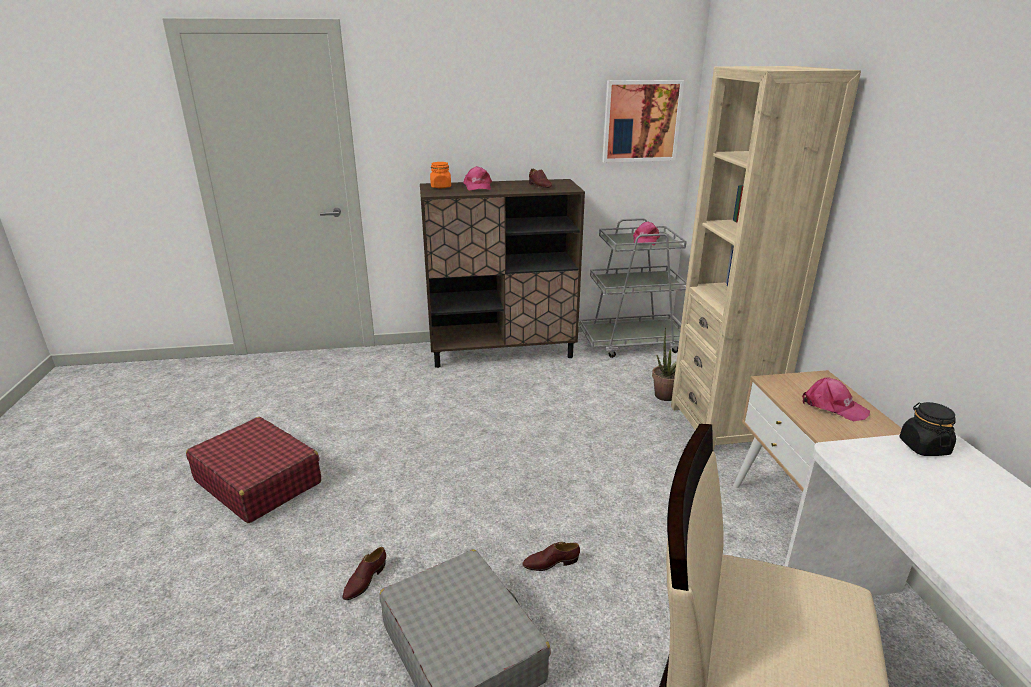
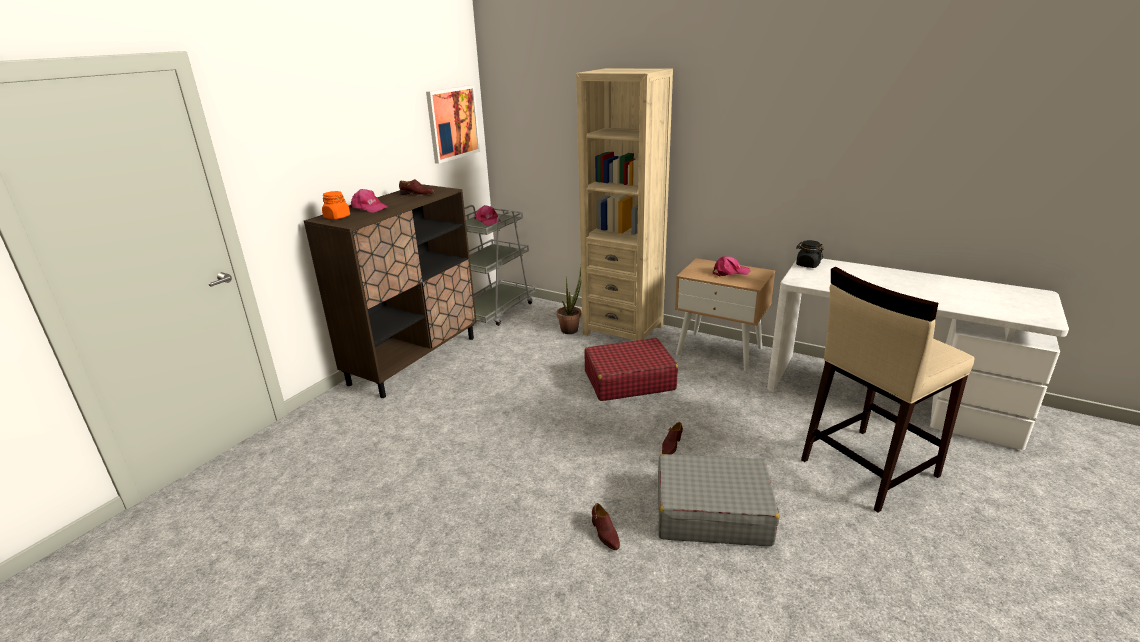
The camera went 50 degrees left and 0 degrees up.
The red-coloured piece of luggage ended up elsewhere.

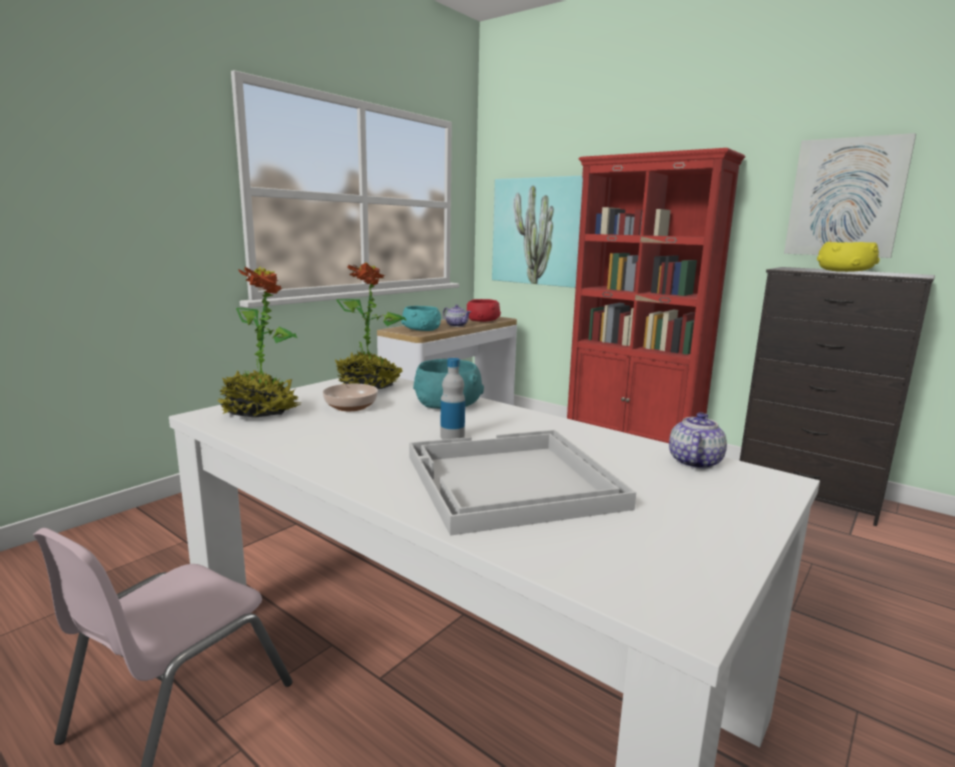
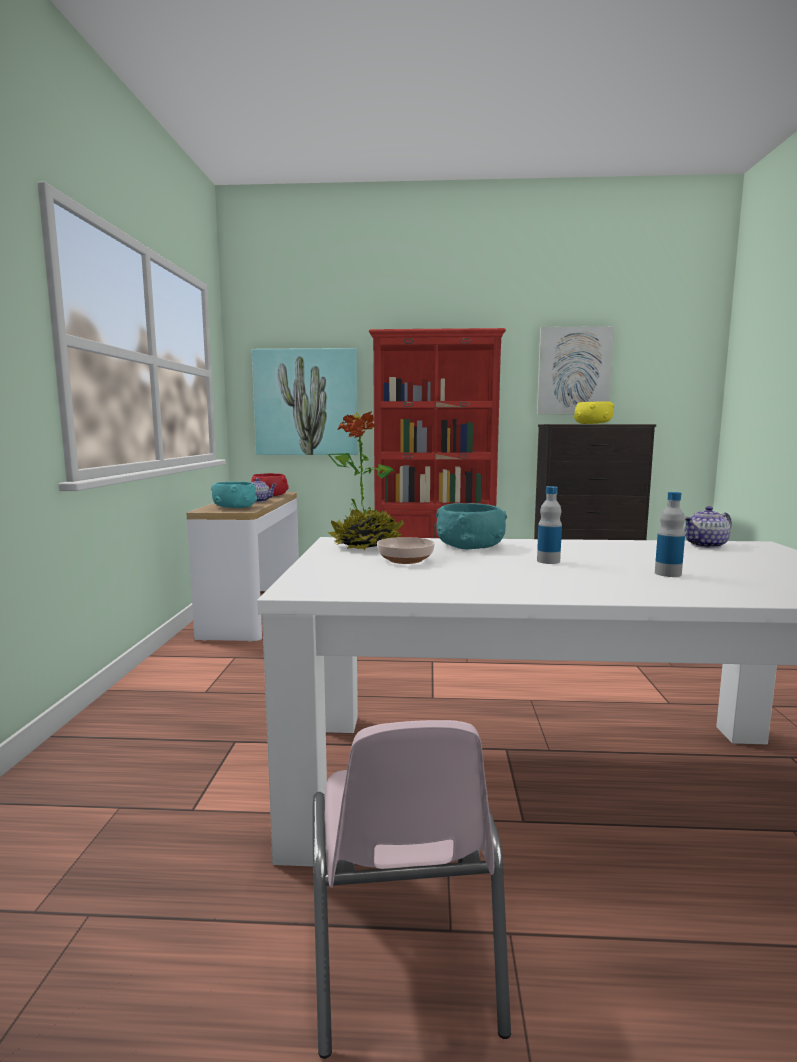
The camera went 35 degrees left and 5 degrees down.
The second view lost the potted plant (1st from left).
The tea pot (2nd from left) ended up facing another way, 105 degrees counterclockwise from before.
Where the whitish carrying tray stood, the drink bottle (2nd from left) came to stand.

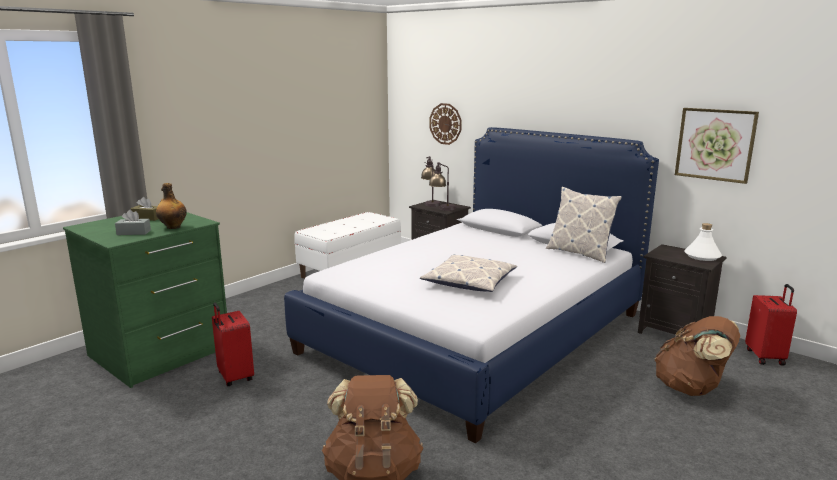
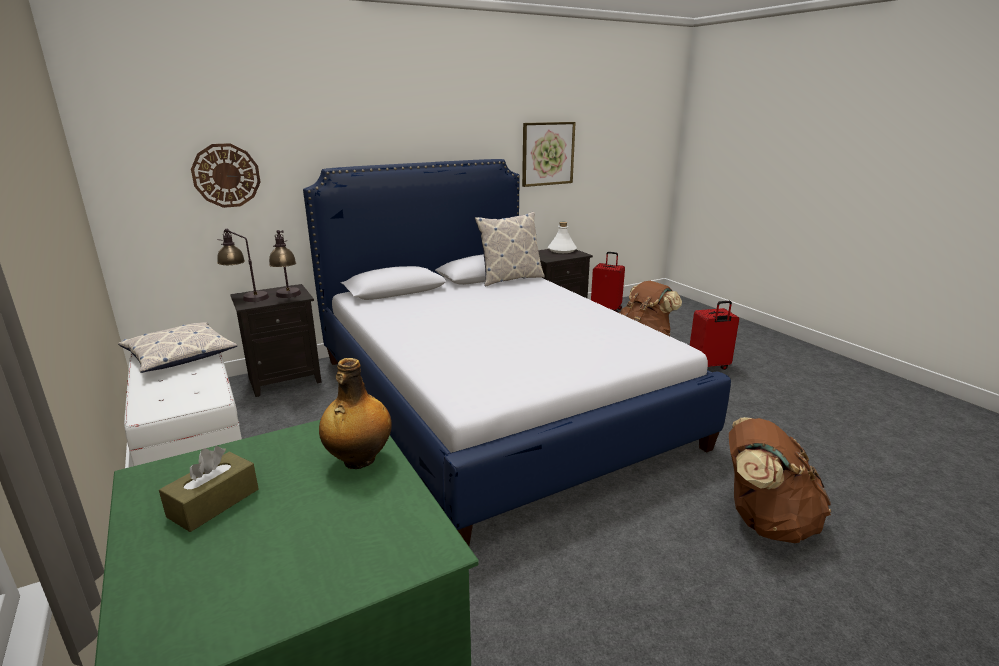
The camera went 70 degrees left and 5 degrees up.
The second view lost the greyish tissue holder.
The throw pillow (1st from left) ended up elsewhere.
The red-coloured piece of luggage (1st from left in the first image) ended up elsewhere.

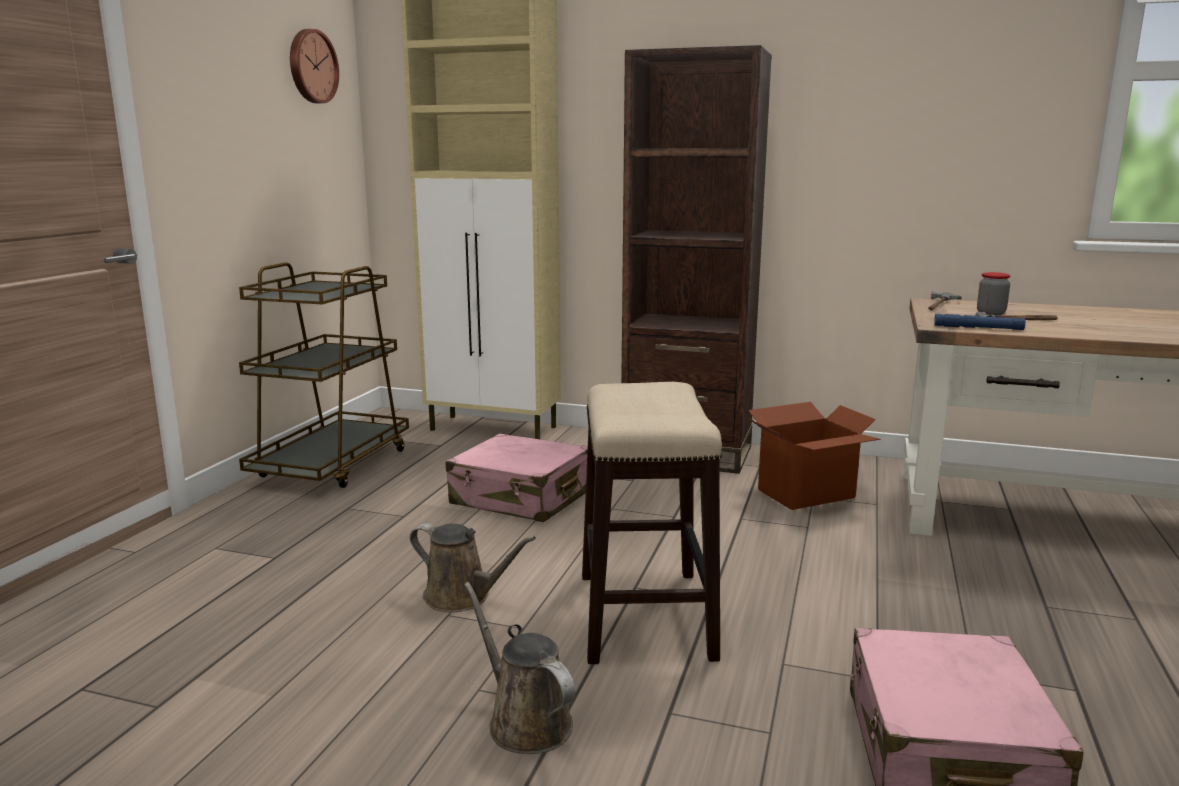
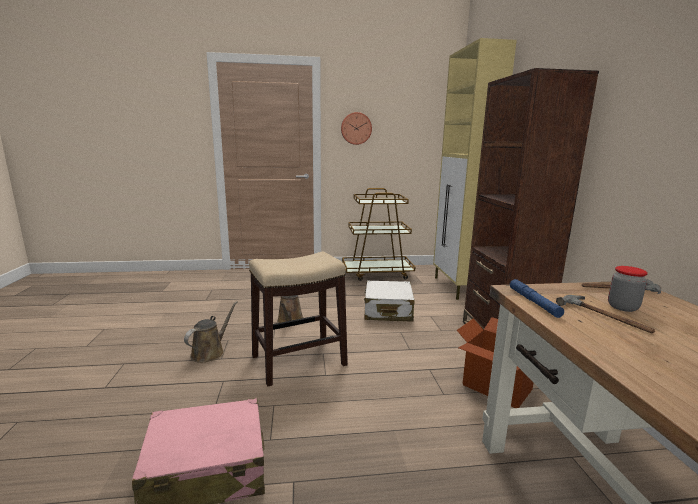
The camera went 65 degrees right and 0 degrees up.
The wall clock ended up elsewhere.
What was the pinkish piece of luggage (1st from left) turned into the whitish piece of luggage.

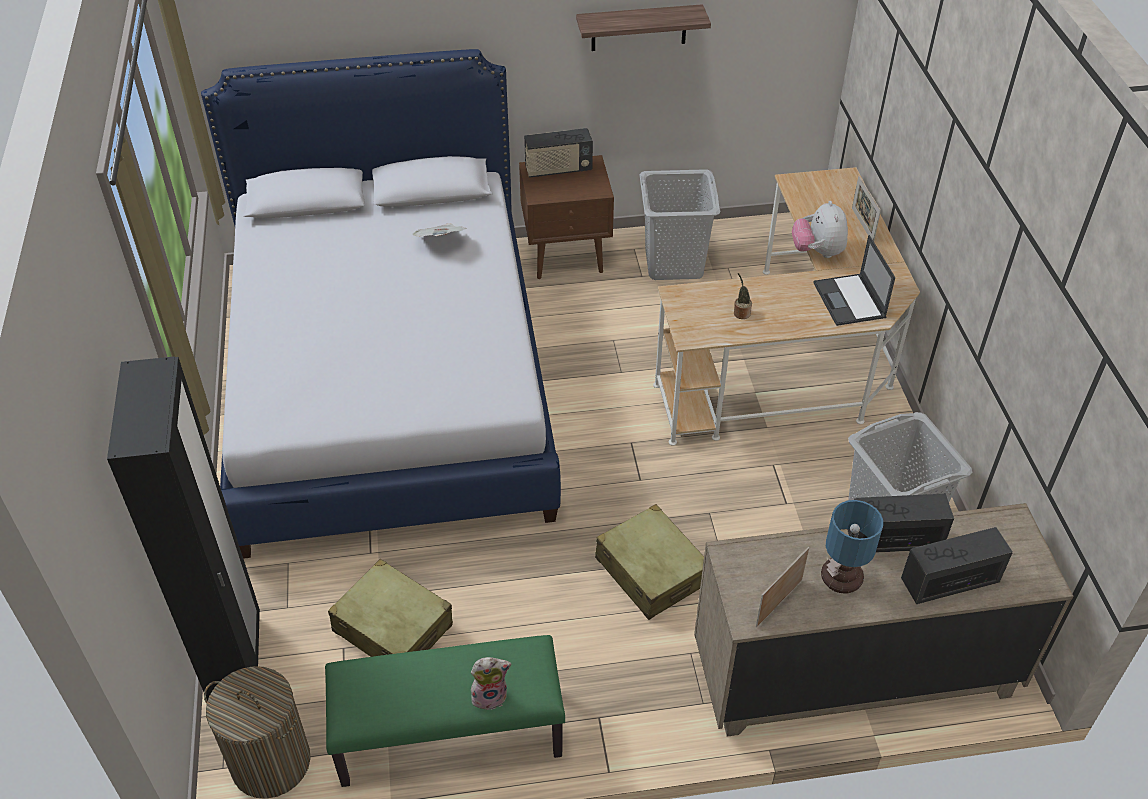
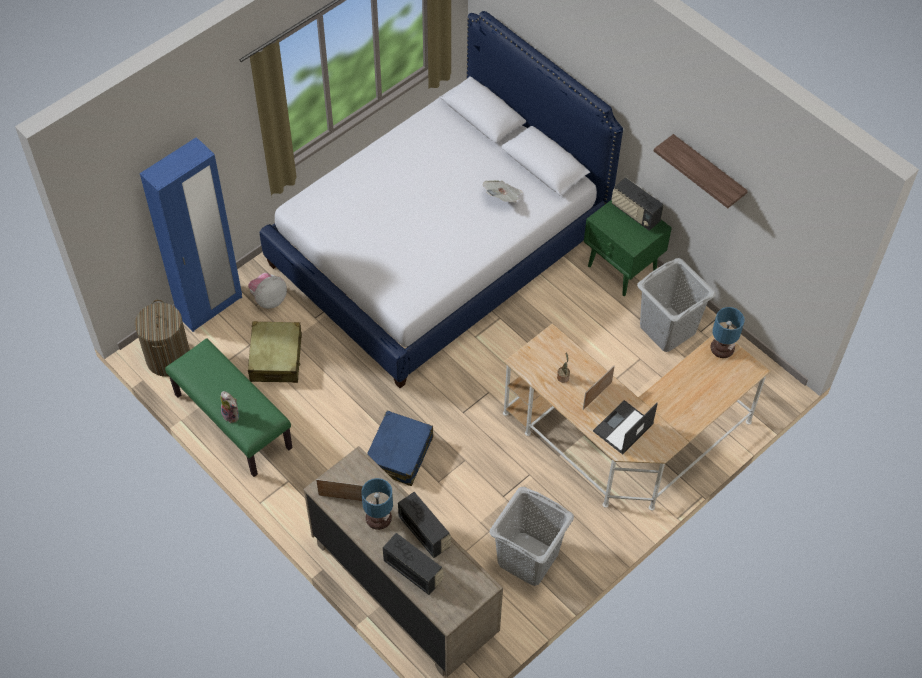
The camera went 55 degrees right and 10 degrees up.
What was the brown night table turned into the green-coloured night table.
The standing frame (2nd from left) ended up elsewhere.
The plush toy (2nd from left) ended up elsewhere.
What was the black armoire turned into the blue armoire.
What was the beige piece of luggage (2nd from left) turned into the blue piece of luggage.
The second view gained the table lamp (2nd from left).

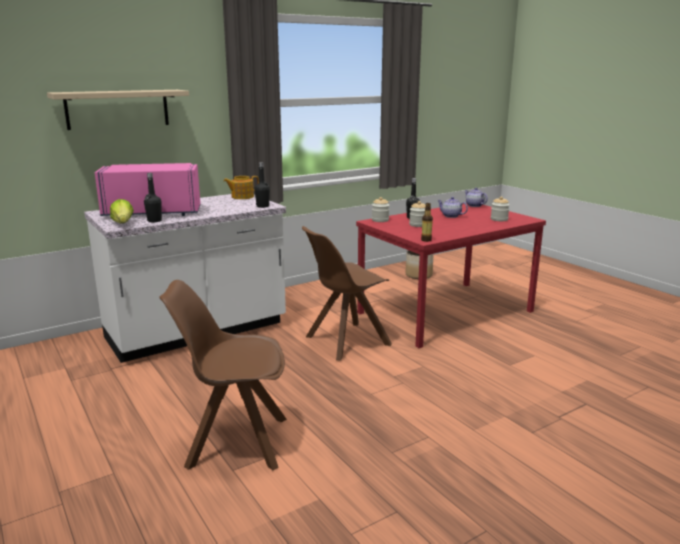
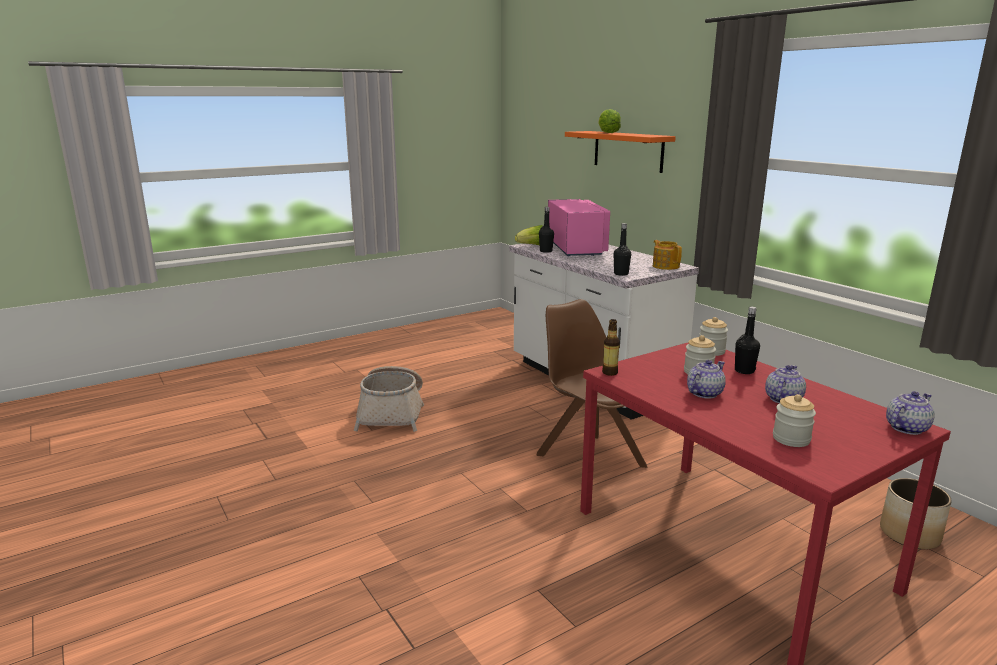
The camera went 90 degrees right and 0 degrees up.
What was the beige shelf turned into the orange-coloured shelf.
Where the brown plain chair (1st from left) stood, the household basket came to stand.
The second view gained the head of lettuce (2nd from left).
The second view gained the tea pot (2nd from left).

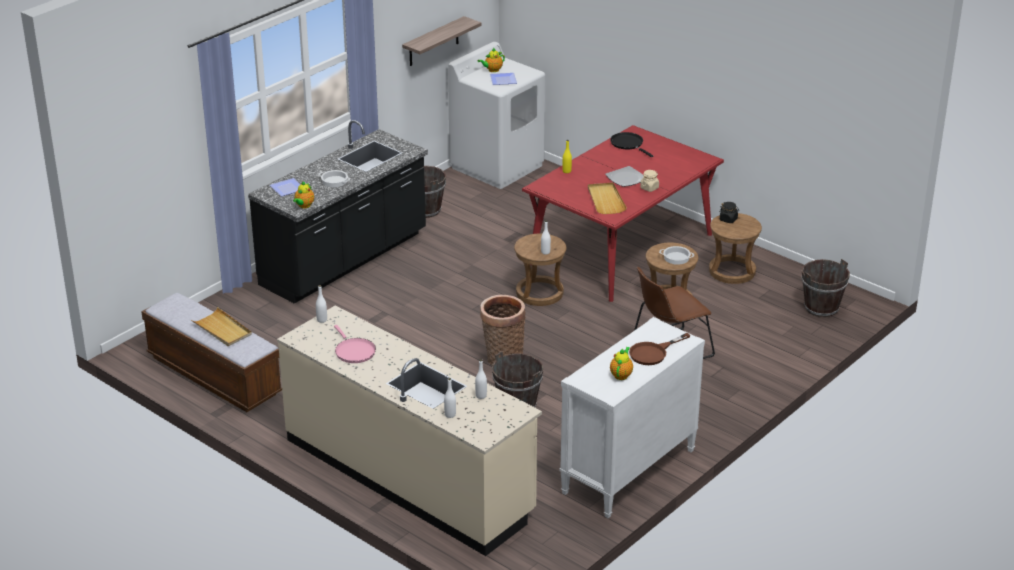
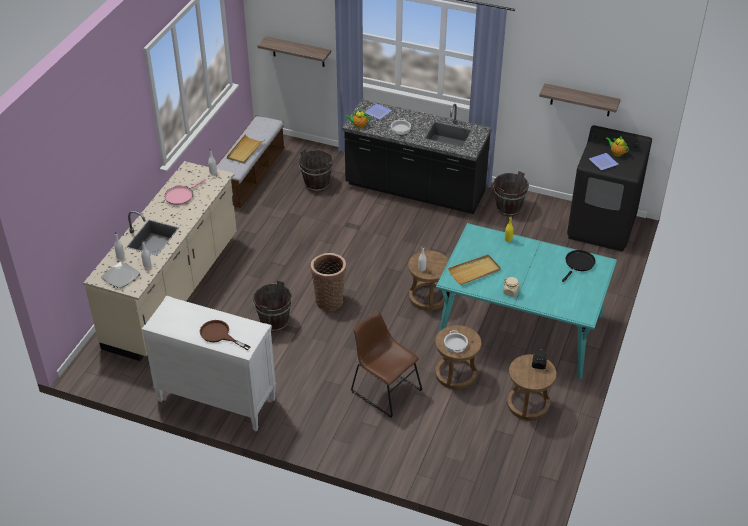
The camera went 70 degrees right and 10 degrees up.
What was the whitish laundry machine turned into the black laundry machine.
What was the red-coloured kitchen table turned into the turquoise-coloured kitchen table.
The plate (3rd from left in the first image) ended up elsewhere.
The brown pail (3rd from left in the first image) ended up elsewhere.
The second view lost the tea pot (3rd from left).
The second view gained the shelf (1st from left).

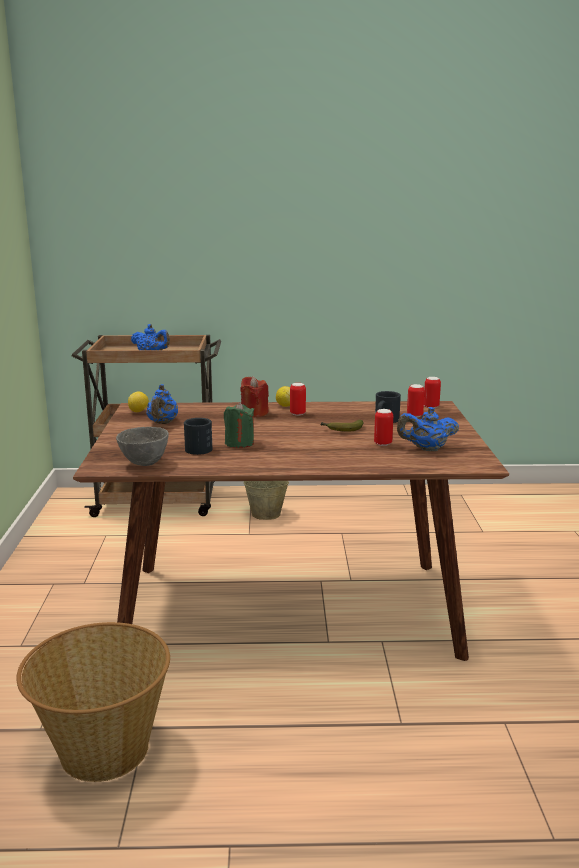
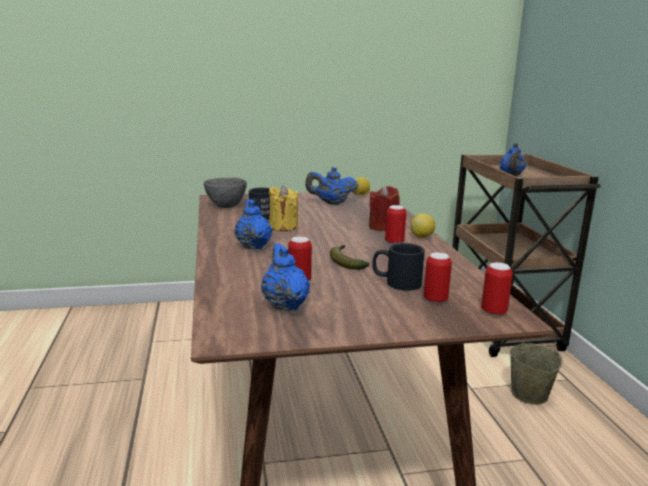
The camera went 80 degrees right and 0 degrees up.
What was the green-coloured candle turned into the yellowish candle.
The second view lost the household basket.
The second view gained the blue tea pot (1st from left).

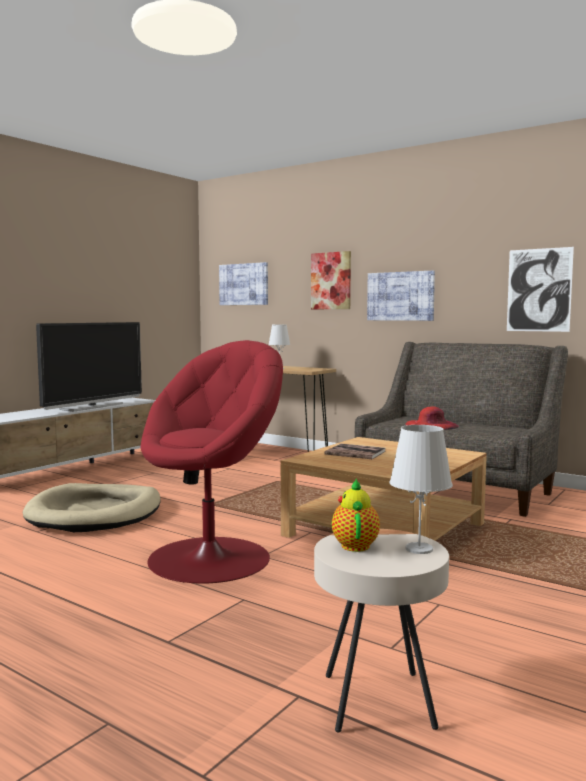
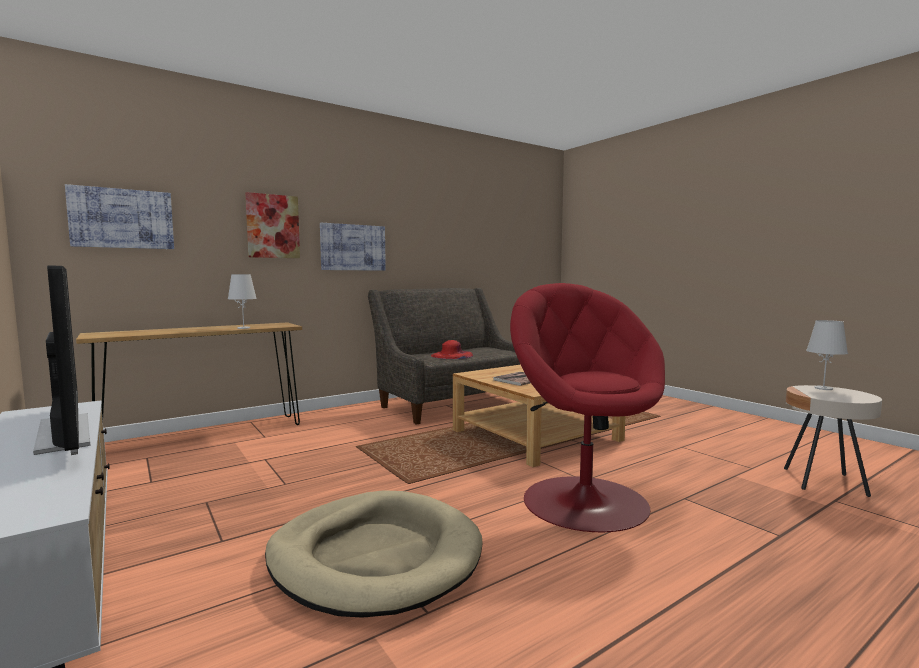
The camera went 70 degrees left and 0 degrees up.
The second view lost the picture (4th from left).
The second view lost the tea pot.

